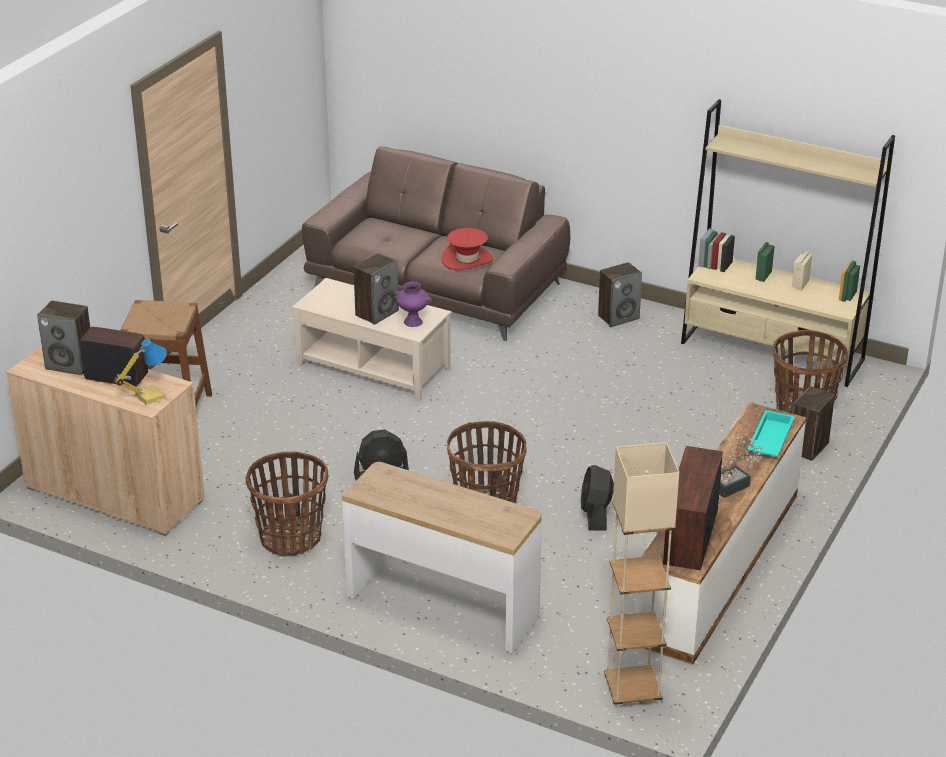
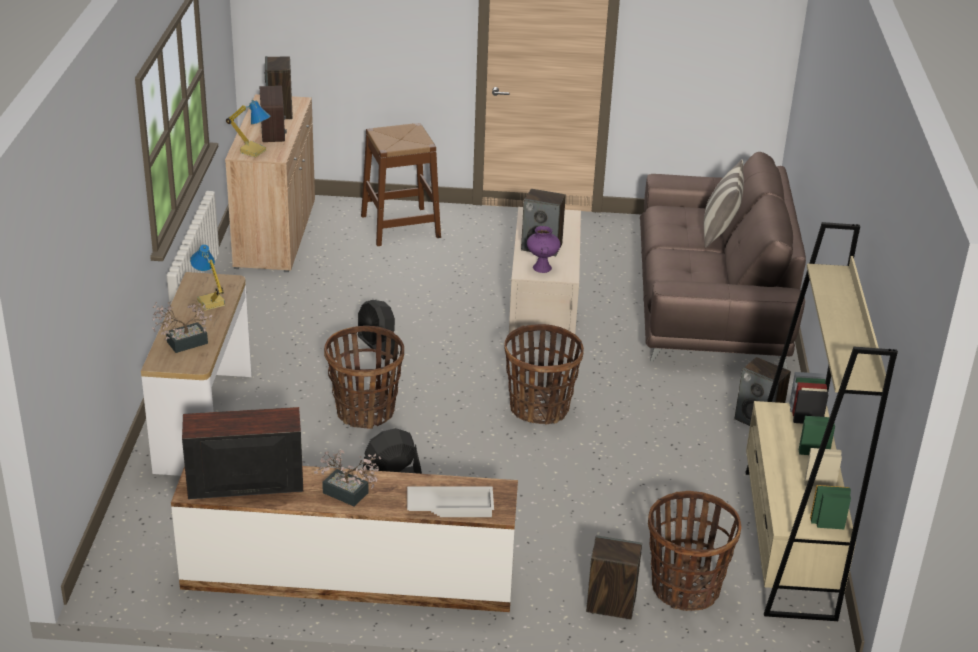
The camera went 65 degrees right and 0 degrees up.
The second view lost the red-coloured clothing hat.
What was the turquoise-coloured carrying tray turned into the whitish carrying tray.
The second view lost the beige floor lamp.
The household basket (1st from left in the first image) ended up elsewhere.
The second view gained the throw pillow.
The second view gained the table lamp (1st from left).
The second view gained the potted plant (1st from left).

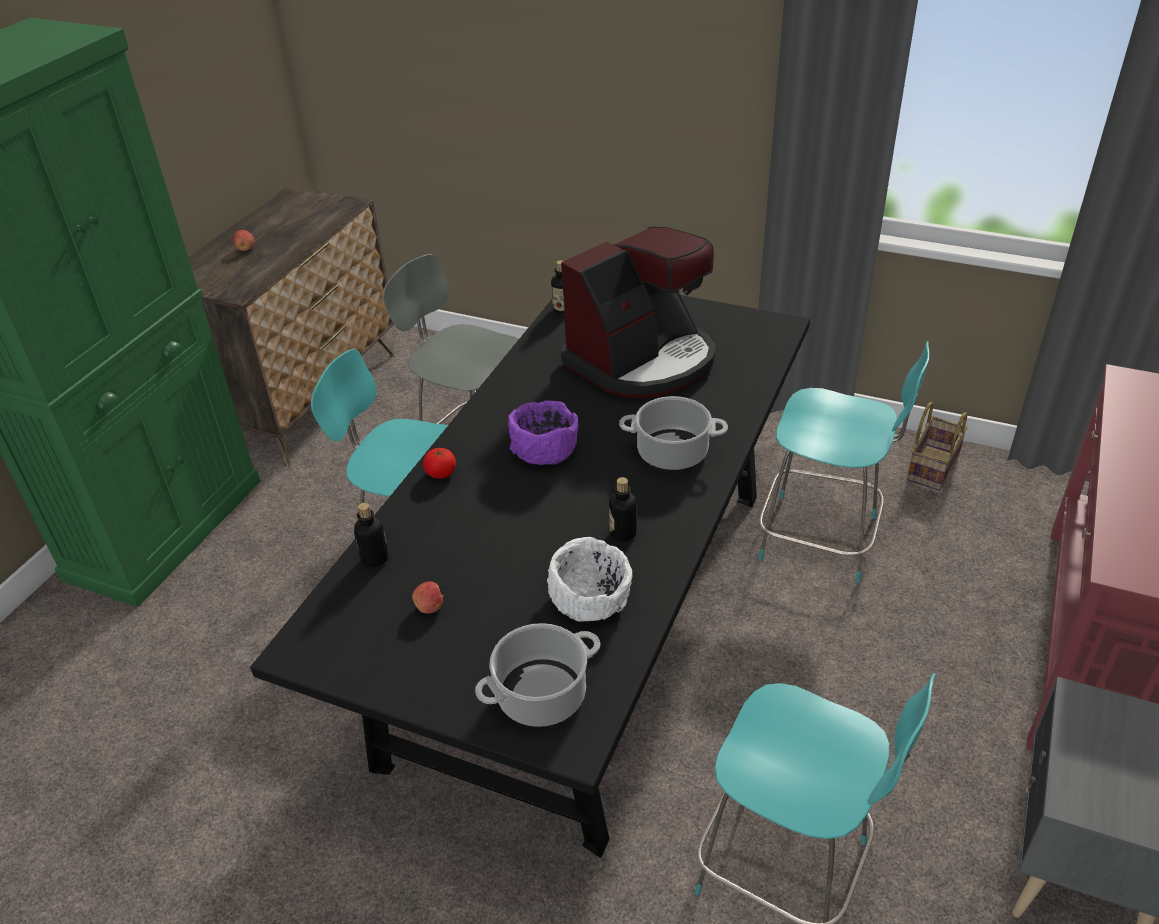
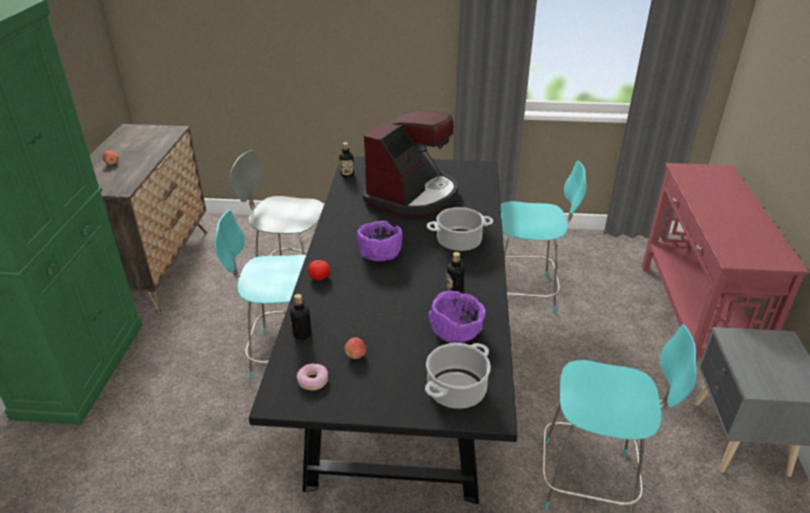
The camera went 20 degrees left and 5 degrees down.
The second view lost the household basket.
What was the whitish deep dish turned into the purple deep dish (2nd from left).
The second view gained the doughnut.

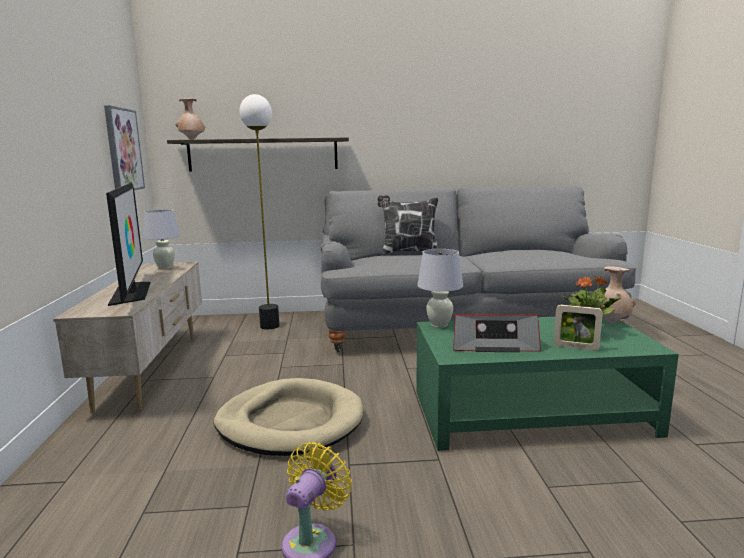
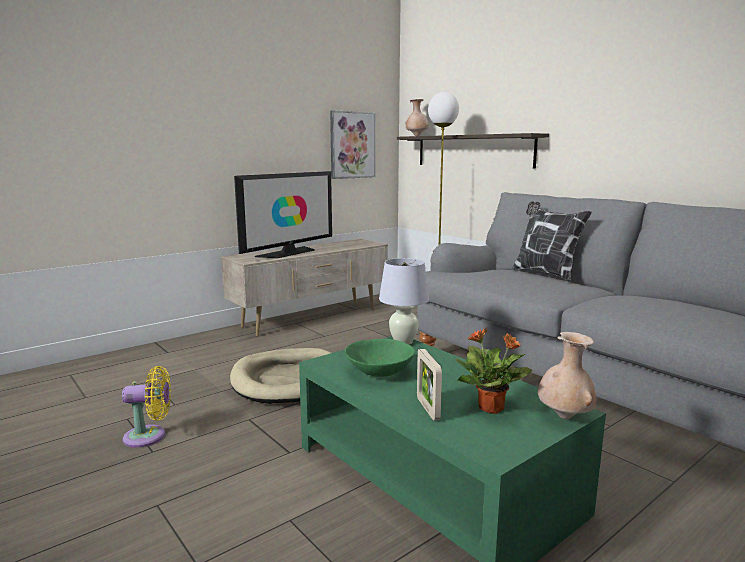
The camera went 55 degrees right and 0 degrees up.
The second view lost the whitish table lamp (1st from left).
Where the radio set stood, the green-coloured deep dish came to stand.

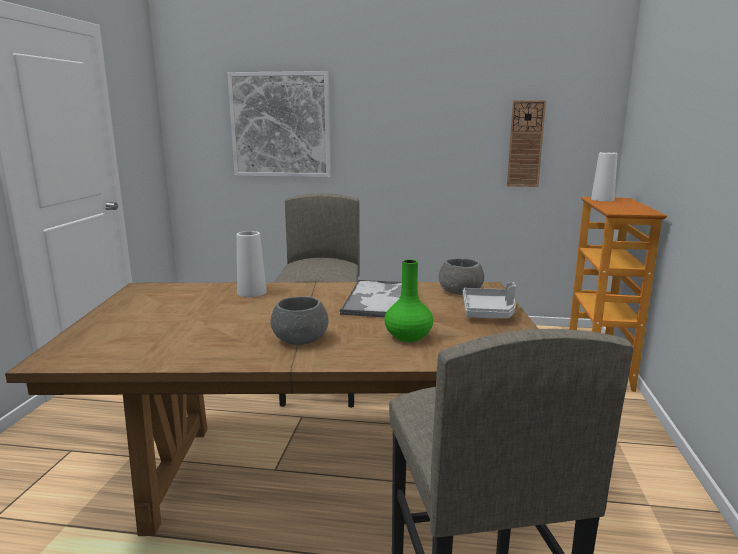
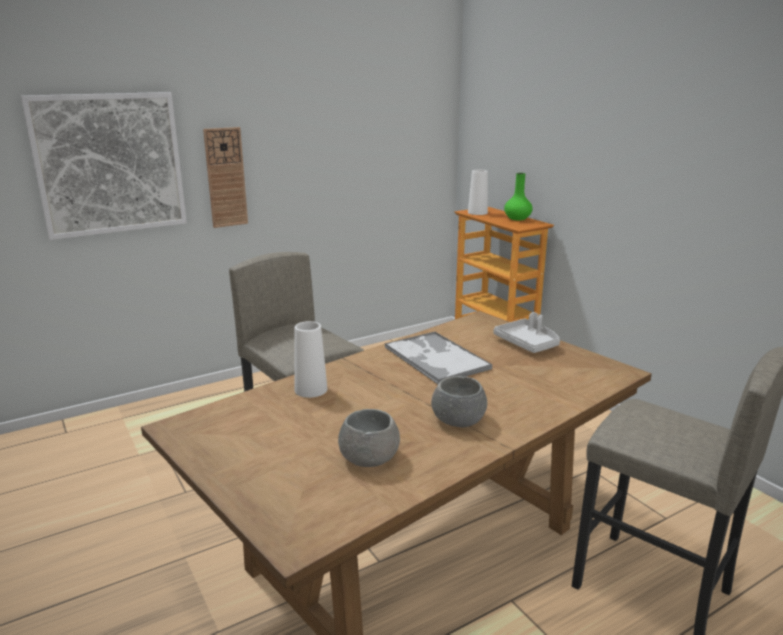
The camera went 40 degrees left and 5 degrees up.
The wall clock ended up elsewhere.
The greyish deep dish (2nd from left in the first image) ended up elsewhere.
The green-coloured vase ended up elsewhere.

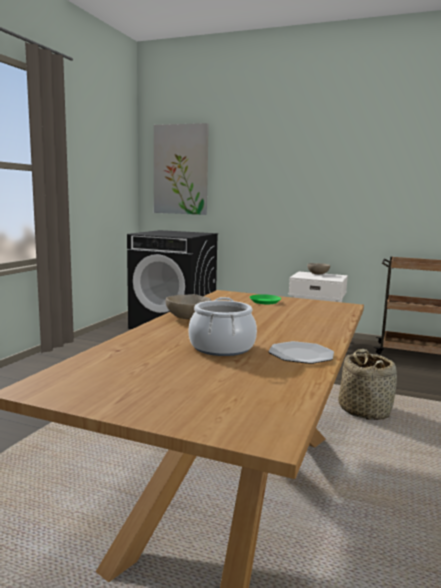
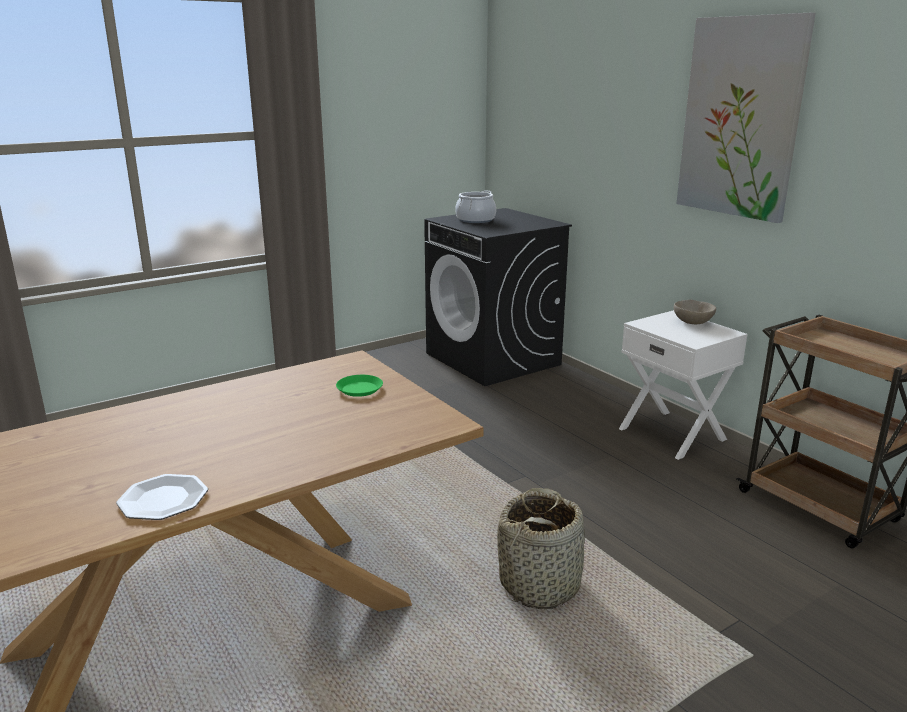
The camera went 35 degrees right and 10 degrees up.
The picture ended up elsewhere.
The second view lost the beige deep dish (1st from left).
The stockpot ended up elsewhere.

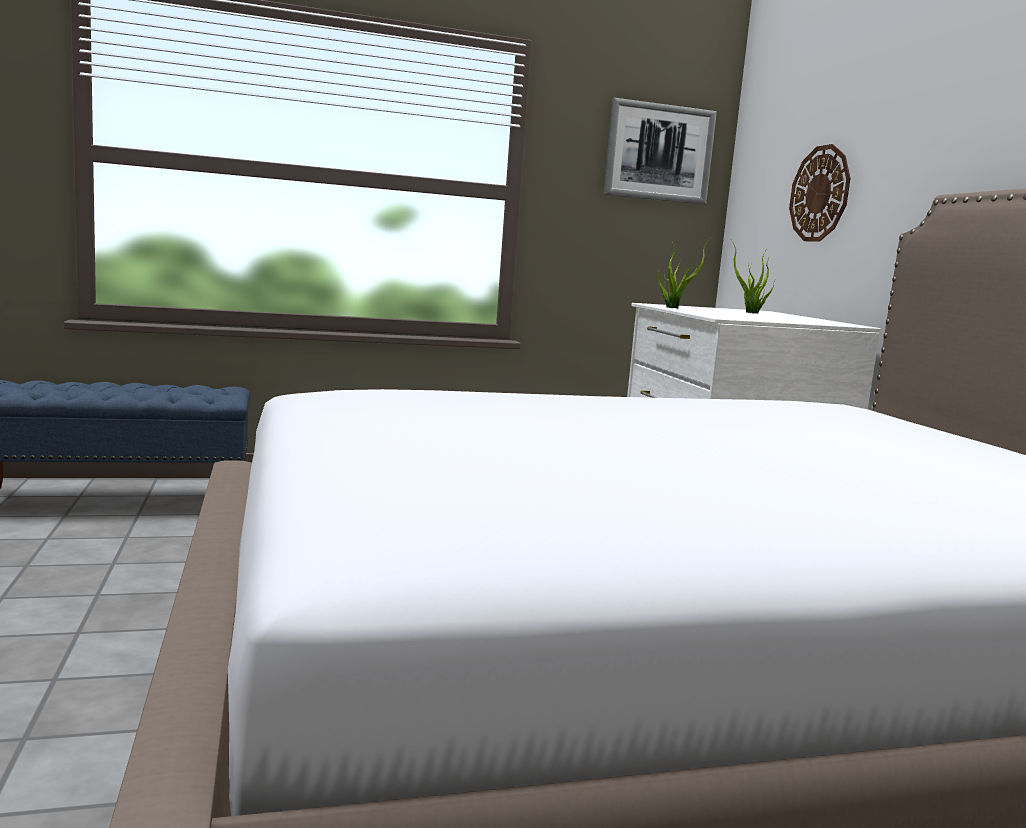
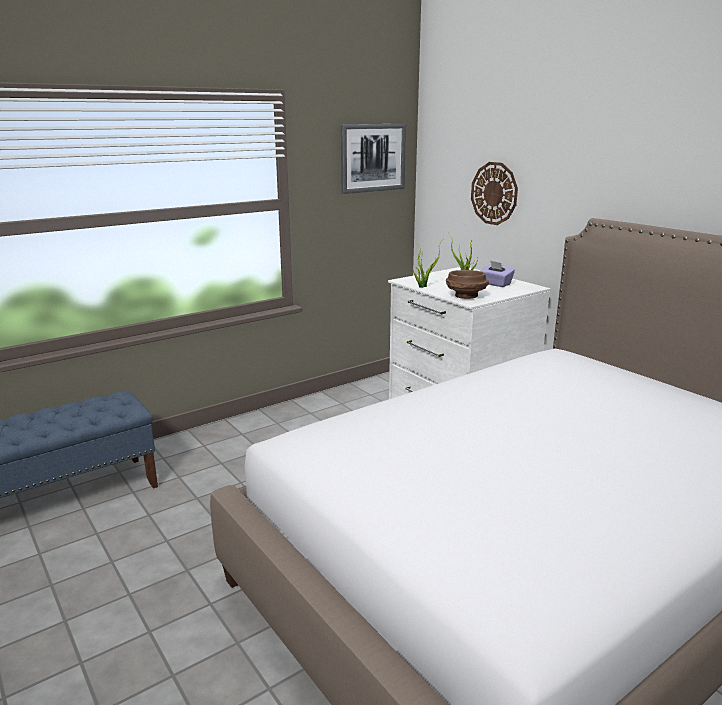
The camera went 20 degrees left and 10 degrees up.
The second view gained the purple tissue holder.
The second view gained the brown deep dish.

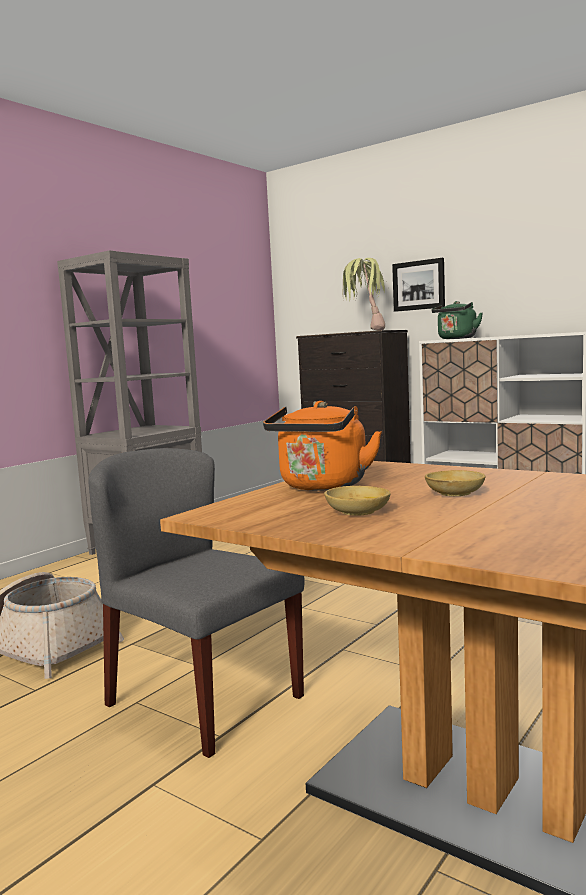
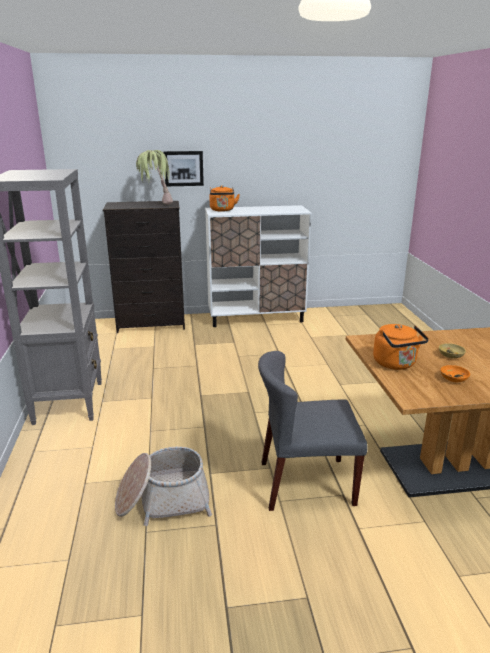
The camera went 45 degrees left and 15 degrees up.
What was the green-coloured tea kettle turned into the orange-coloured tea kettle (1st from left).
What was the beige deep dish (1st from left) turned into the orange-coloured deep dish.

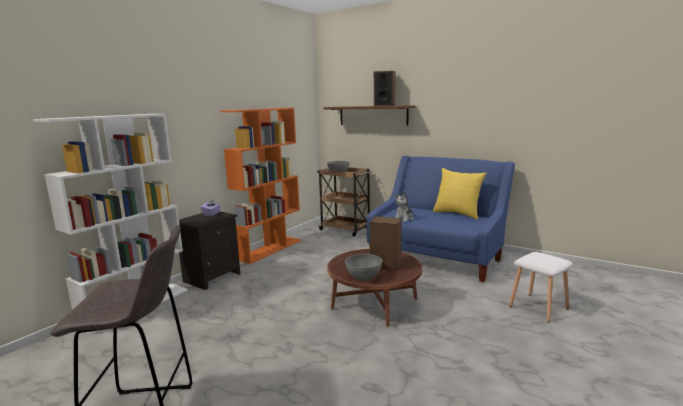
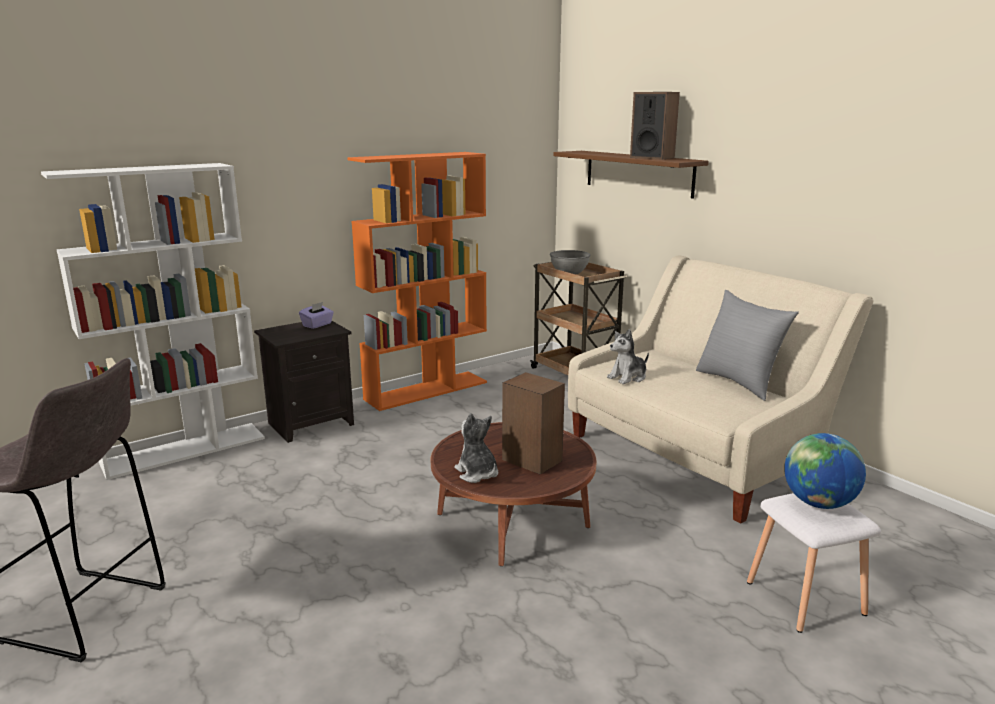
The camera went 20 degrees right and 5 degrees up.
What was the blue couch turned into the beige couch.
What was the yellowish throw pillow turned into the greyish throw pillow.
Where the greyish deep dish (2nd from left) stood, the plush toy (1st from left) came to stand.
The second view gained the world globe.

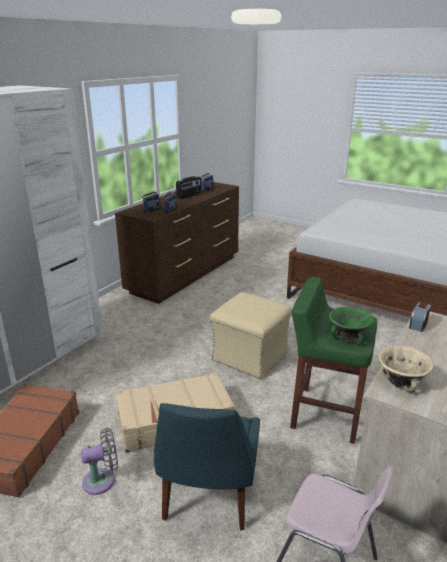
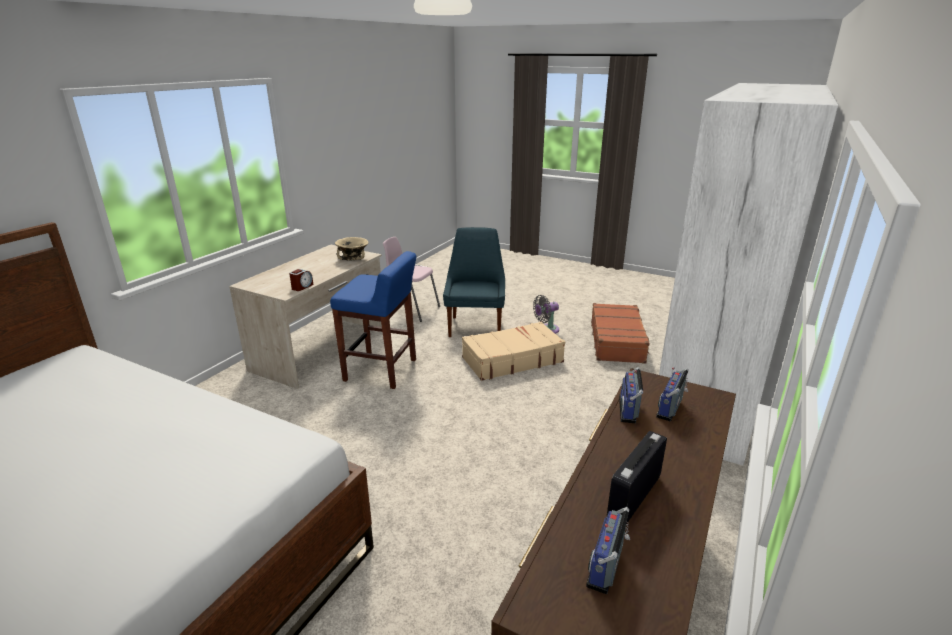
The camera went 175 degrees right and 0 degrees up.
What was the green-coloured stool seat turned into the blue stool seat.
The second view lost the beige footrest.
The second view lost the green-coloured deep dish.

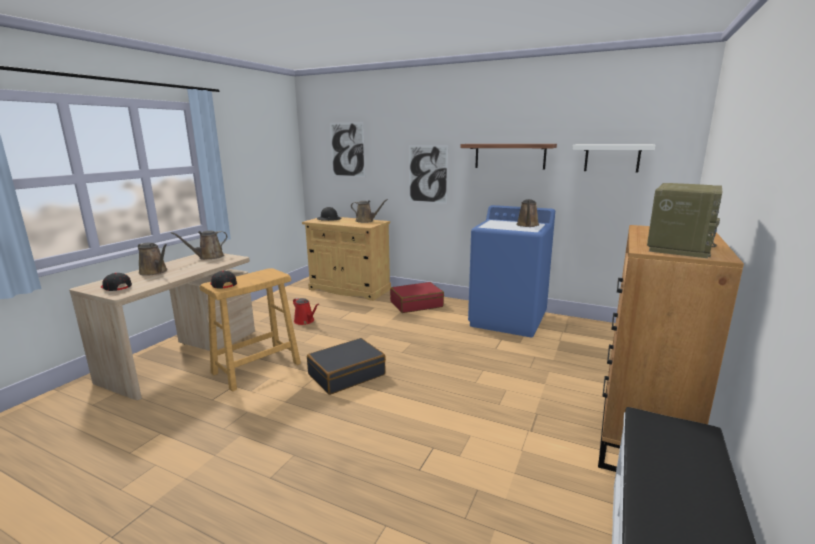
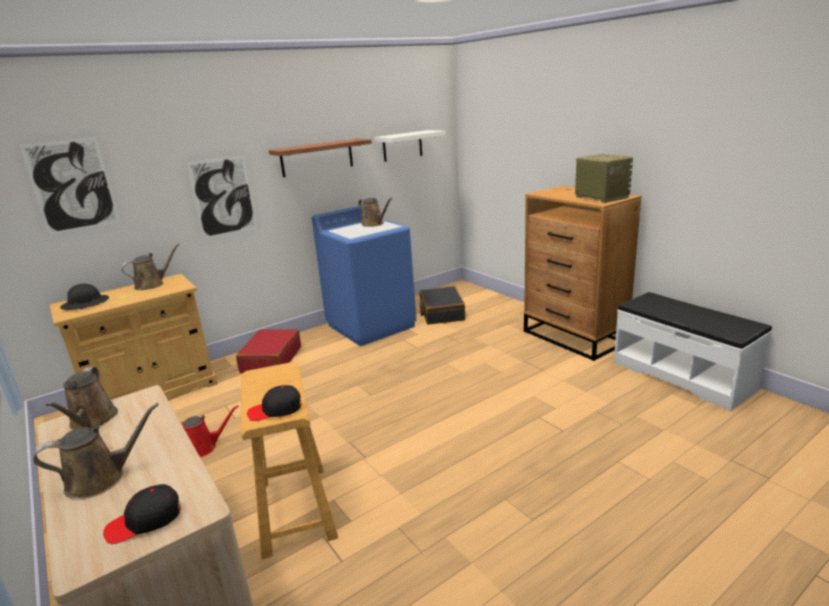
The camera went 60 degrees left and 5 degrees up.
The black piece of luggage ended up elsewhere.

